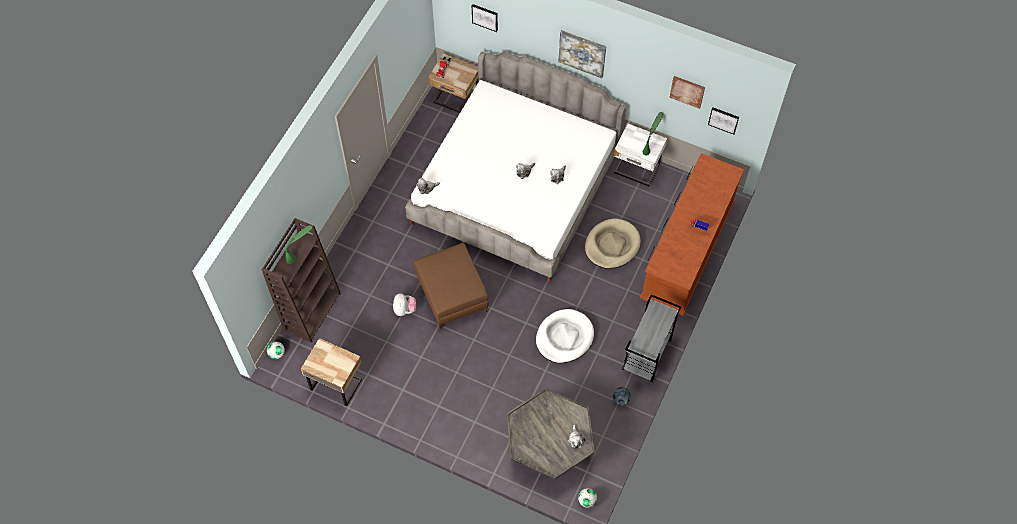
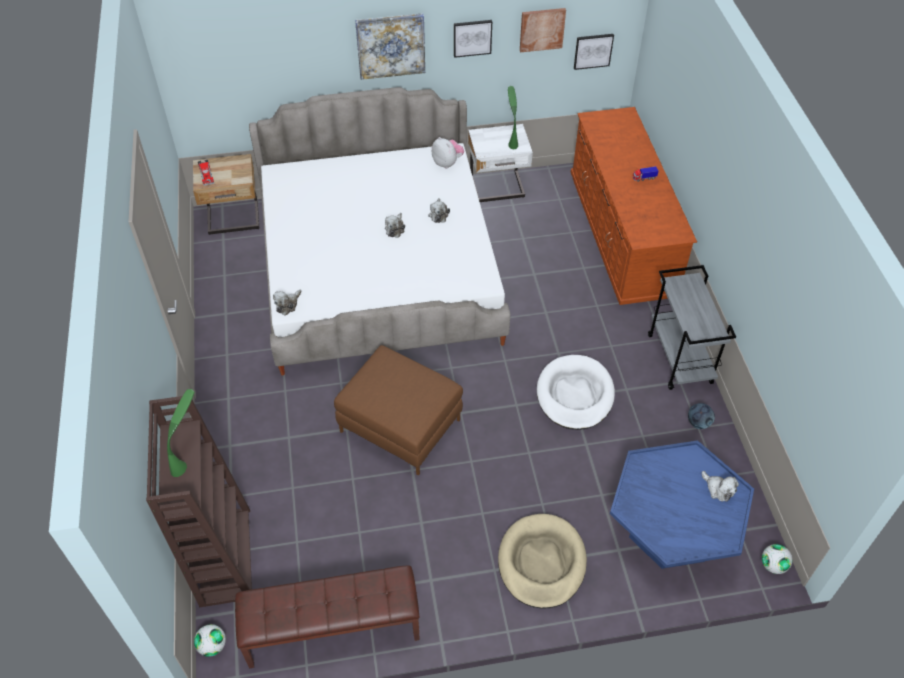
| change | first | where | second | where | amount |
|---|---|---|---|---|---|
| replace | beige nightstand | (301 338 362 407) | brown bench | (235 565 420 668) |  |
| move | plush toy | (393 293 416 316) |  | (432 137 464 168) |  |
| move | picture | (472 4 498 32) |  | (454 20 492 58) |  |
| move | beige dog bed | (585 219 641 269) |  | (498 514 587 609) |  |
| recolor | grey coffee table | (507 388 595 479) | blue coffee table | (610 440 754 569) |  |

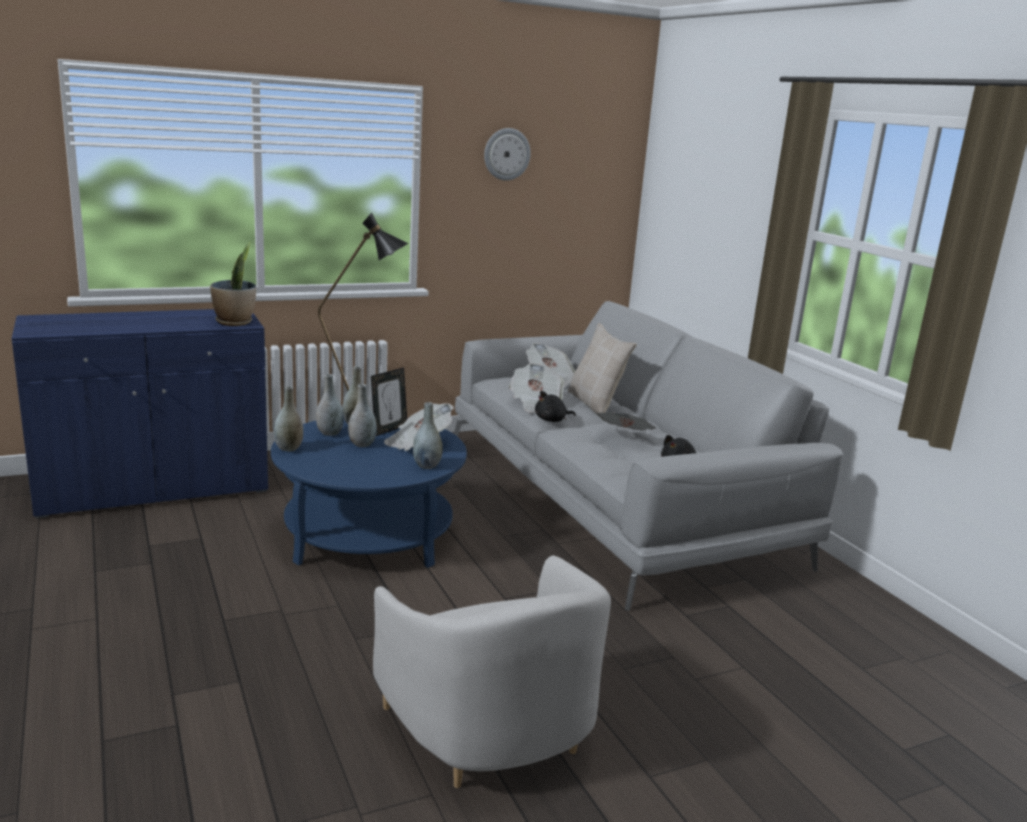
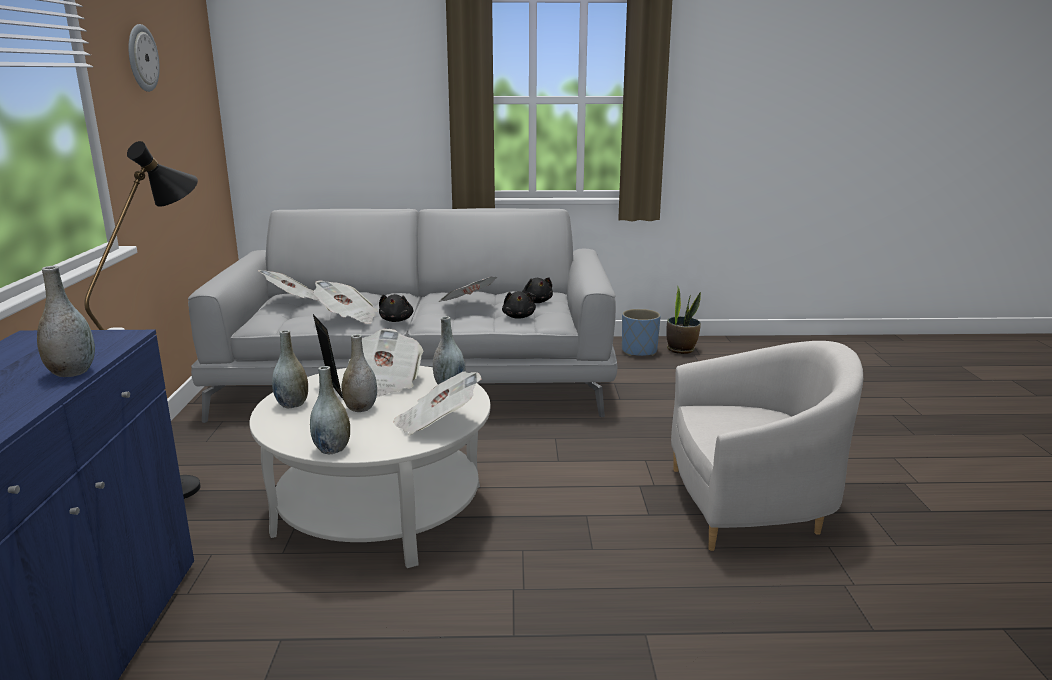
| change | first | where | second | where | amount |
|---|---|---|---|---|---|
| move | grey vase | (316 374 344 436) |  | (37 266 95 377) |  |
| recolor | blue coffee table | (271 418 467 568) | white coffee table | (250 366 491 568) |  |
| insert |  |  | newspaper | (393 372 481 435) |  |
| insert |  |  | black plush toy | (502 291 536 319) |  |
| insert |  |  | blue planter | (622 309 661 356) |  |
| move | potted plant | (210 241 256 326) |  | (666 286 701 354) |  |
| delete | beige pillow | (568 323 637 413) |  |  |  |

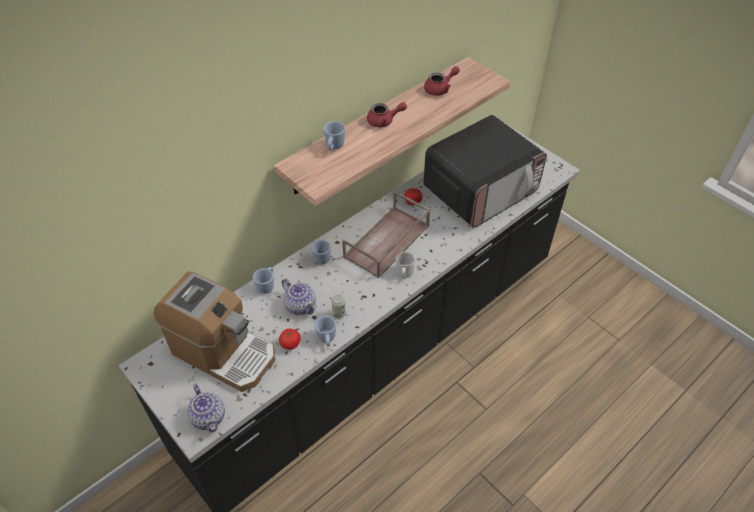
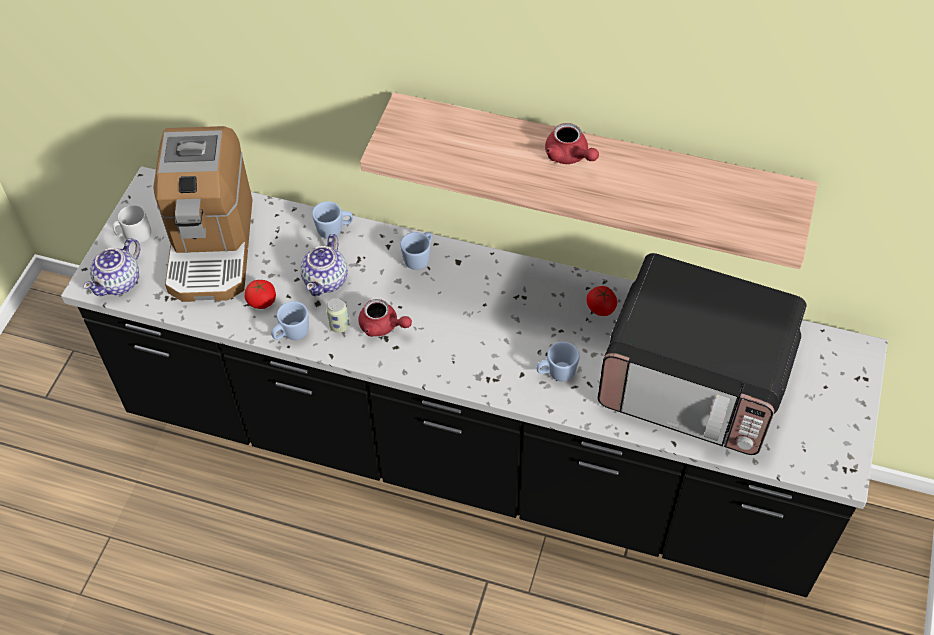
| change | first | where | second | where | amount |
|---|---|---|---|---|---|
| move | grey mug | (396 252 415 279) |  | (113 205 151 244) |  |
| move | red teapot | (424 66 460 96) |  | (358 299 412 337) |  |
| move | blue mug | (323 121 345 150) |  | (536 342 580 381) |  |
| delete | brown tray | (342 191 430 278) |  |  |  |

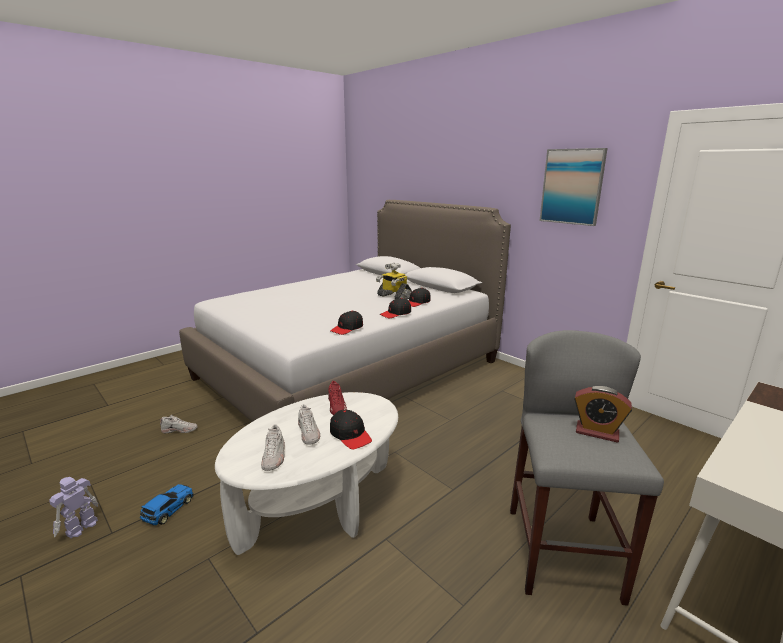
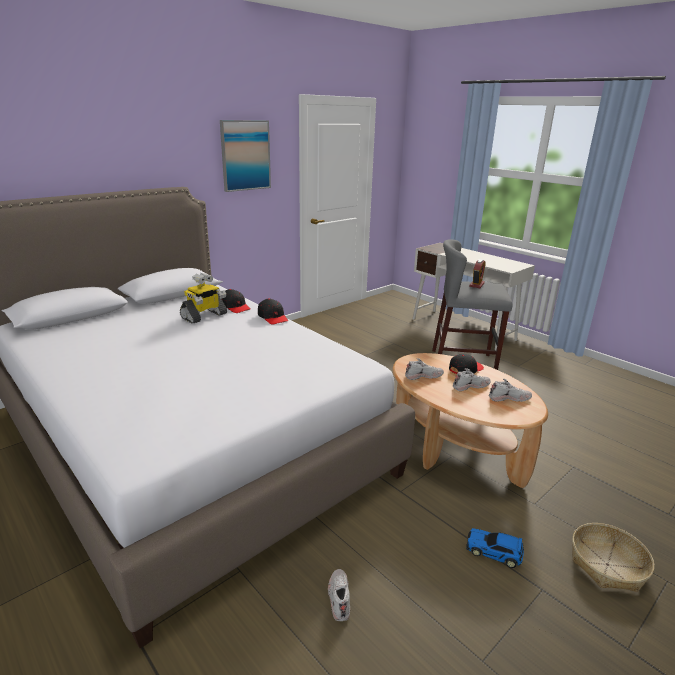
| change | first | where | second | where | amount |
|---|---|---|---|---|---|
| recolor | white coffee table | (215 392 398 555) | brown coffee table | (392 353 548 488) |  |
| recolor | red shoe | (328 381 347 415) | white shoe | (405 358 444 380) |  |
| insert |  |  | basket | (572 523 654 592) |  |
| delete | toy robot | (49 477 98 538) |  |  |  |
| delete | black cap | (330 311 363 335) |  |  |  |

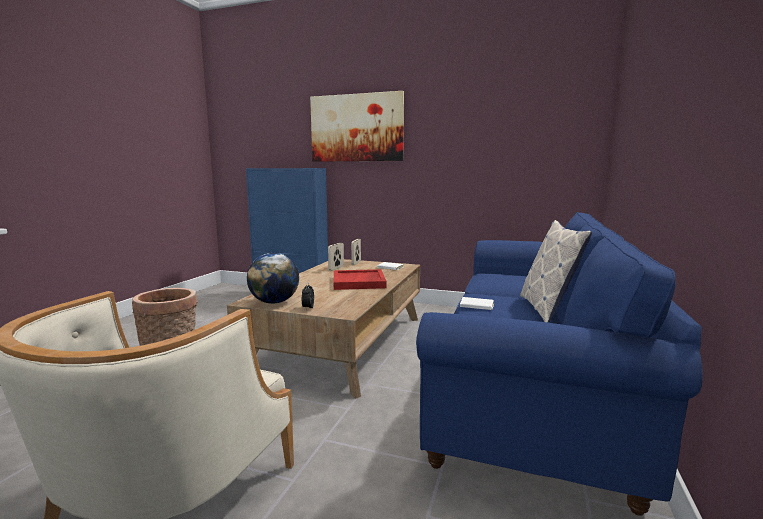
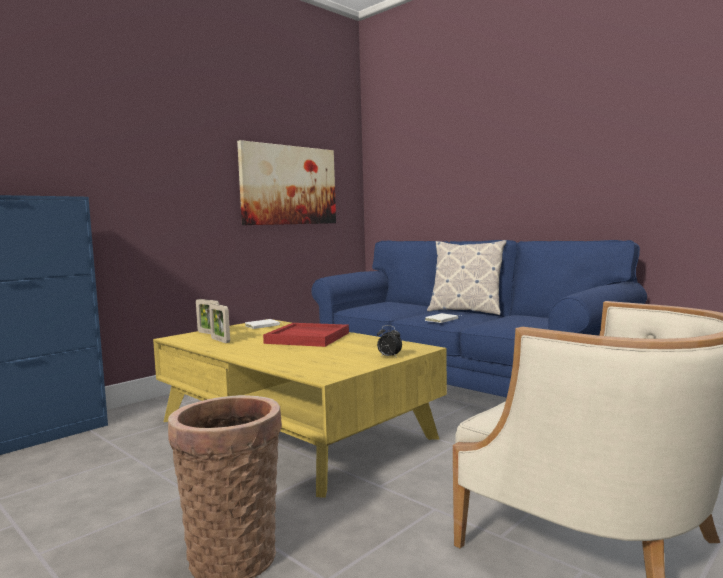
| change | first | where | second | where | amount |
|---|---|---|---|---|---|
| recolor | brown coffee table | (227 259 420 399) | yellow coffee table | (153 319 447 498) |  |
| move | picture | (310 91 404 162) |  | (237 140 336 225) |  |
| delete | globe | (247 253 299 304) |  |  |  |

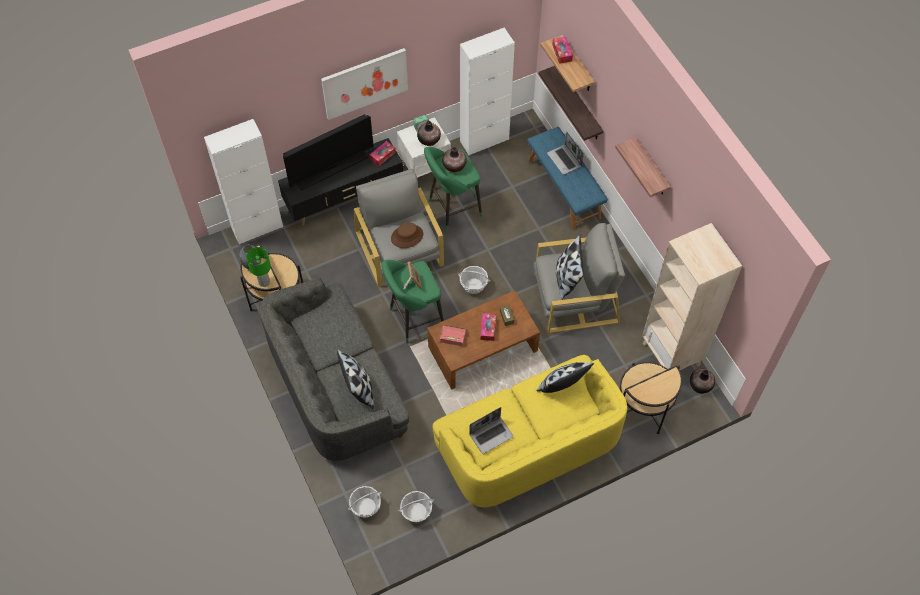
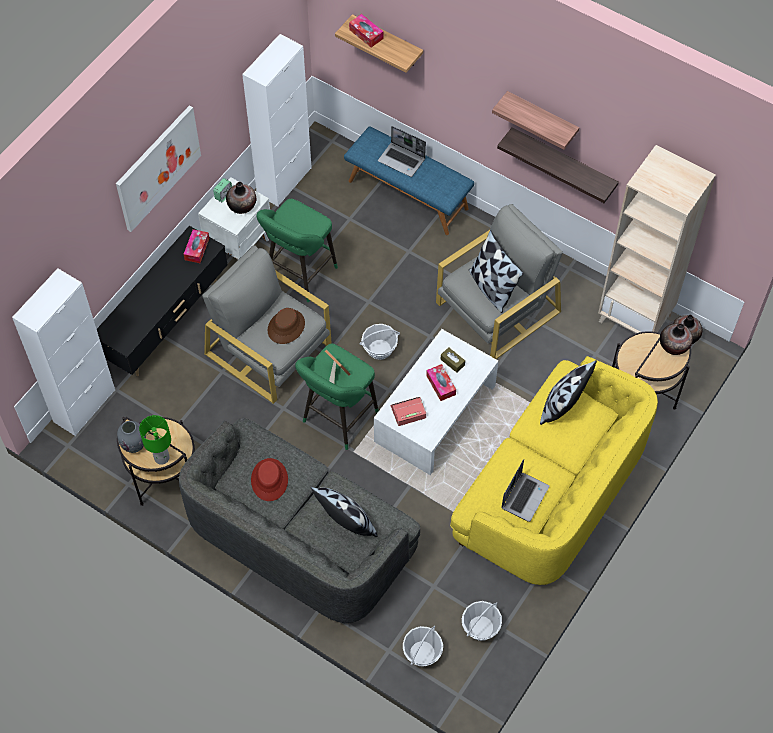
| change | first | where | second | where | amount |
|---|---|---|---|---|---|
| insert |  |  | red hat | (251 458 288 501) |  |
| recolor | brown coffee table | (427 290 540 390) | white coffee table | (374 329 498 475) |  |
| move | shelf | (539 66 603 141) |  | (497 127 619 203) |  |
| move | vase | (442 147 467 172) |  | (660 323 693 355) |  |
| delete | television | (283 114 374 190) |  |  |  |

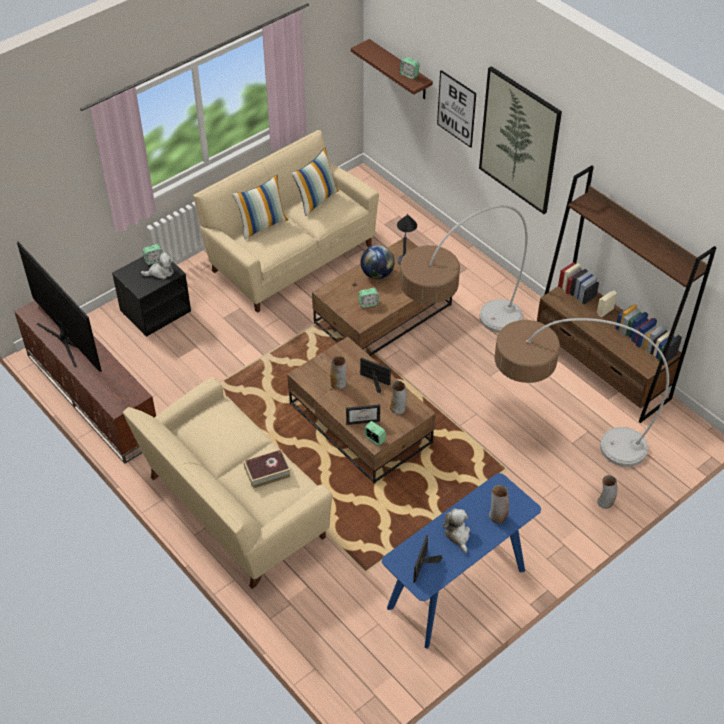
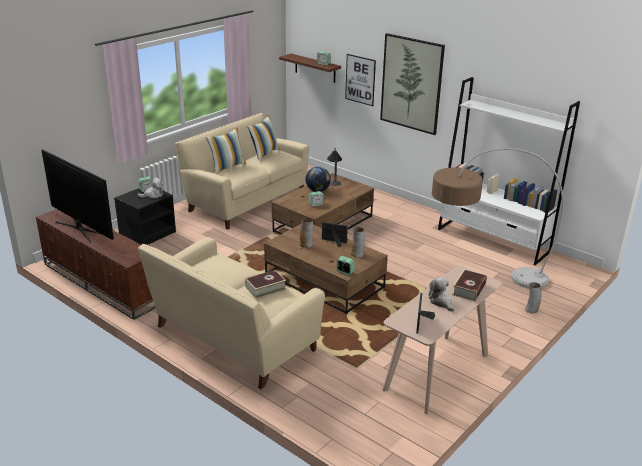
| change | first | where | second | where | amount |
|---|---|---|---|---|---|
| recolor | blue console table | (382 473 541 649) | beige console table | (383 266 502 414) |  |
| recolor | brown bookcase | (537 165 716 423) | white bookcase | (438 77 580 266) |  |
| replace | vase | (489 485 509 523) | book | (452 269 487 301) |  |
| delete | picture frame | (346 404 380 425) |  |  |  |
| delete | floor lamp | (400 205 528 333) |  |  |  |

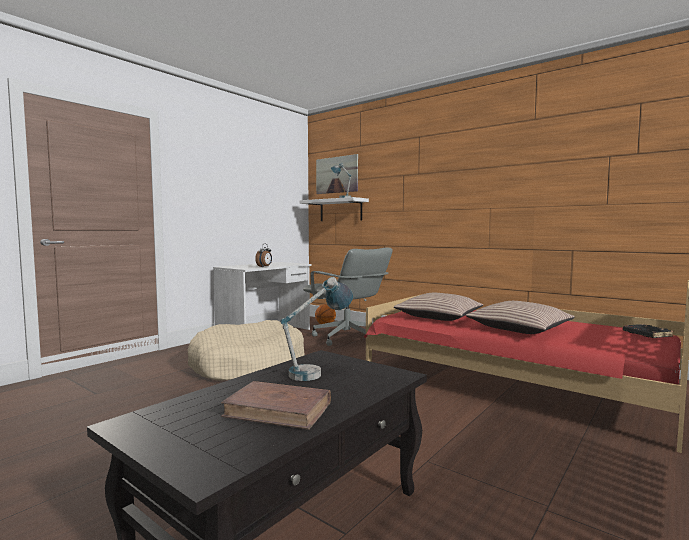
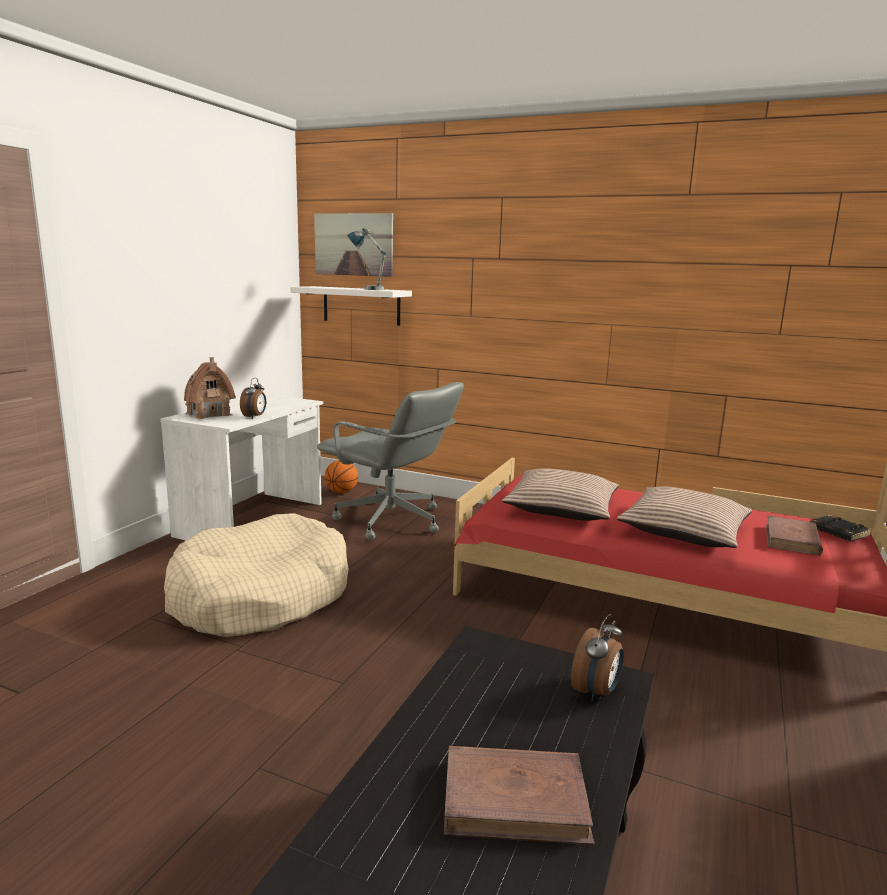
| change | first | where | second | where | amount |
|---|---|---|---|---|---|
| insert |  |  | toy house | (184 357 236 420) |  |
| insert |  |  | alarm clock | (571 614 624 701) |  |
| insert |  |  | brown book | (766 516 823 556) |  |
| delete | table lamp | (280 277 353 381) |  |  |  |

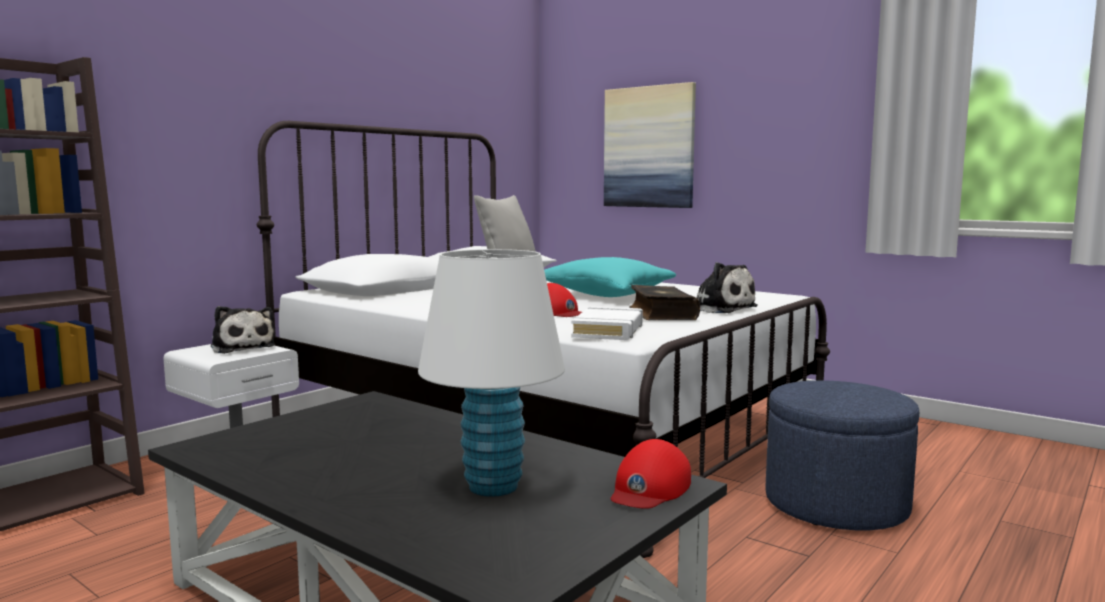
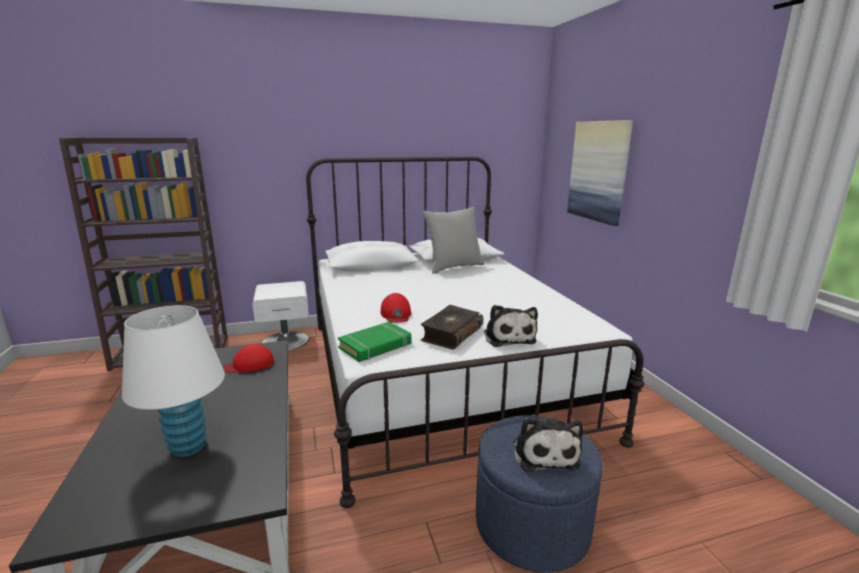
| change | first | where | second | where | amount |
|---|---|---|---|---|---|
| move | red cap | (610 439 691 509) |  | (222 344 274 373) |  |
| recolor | white book | (571 306 643 340) | green book | (338 322 411 362) |  |
| move | plush toy | (211 306 275 354) |  | (513 417 583 472) |  |
| delete | turquoise pillow | (544 257 676 297) |  |  |  |

